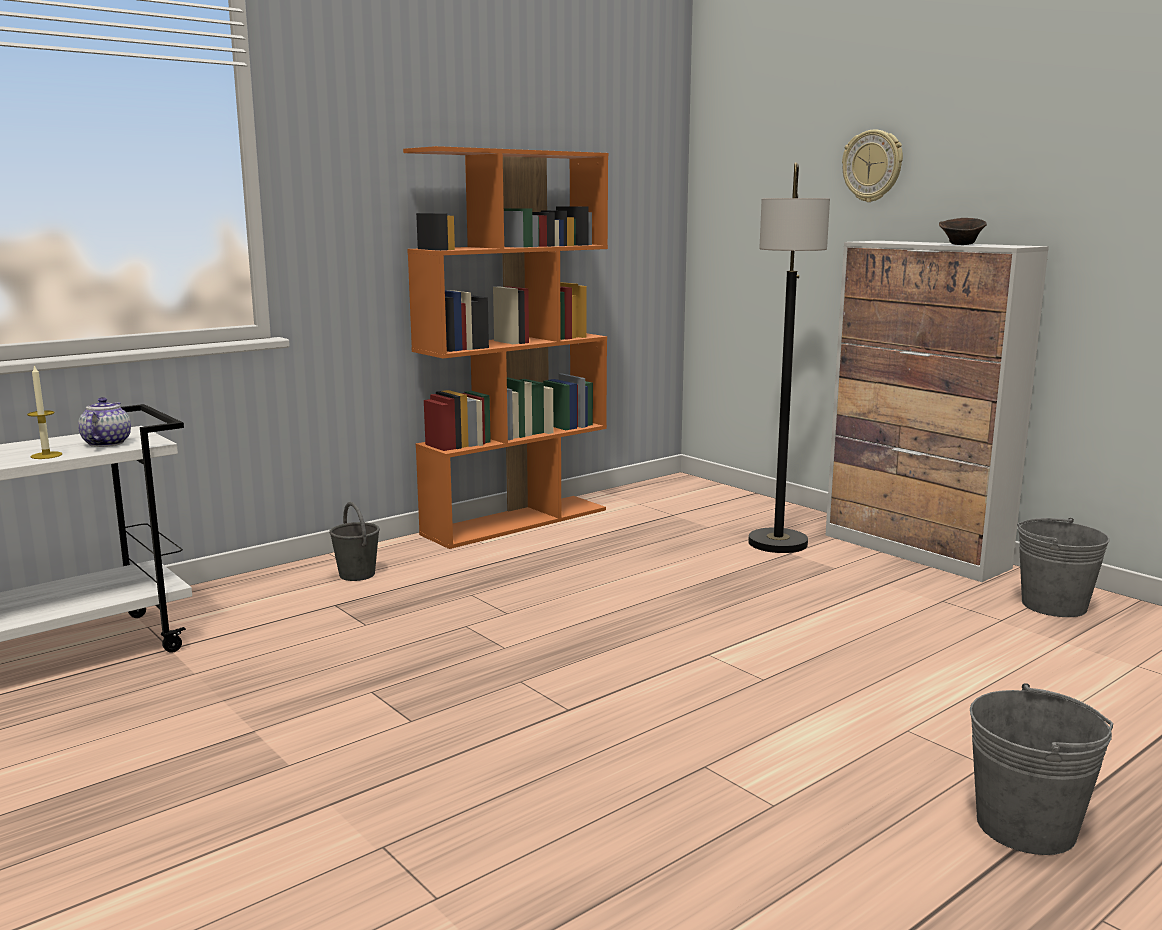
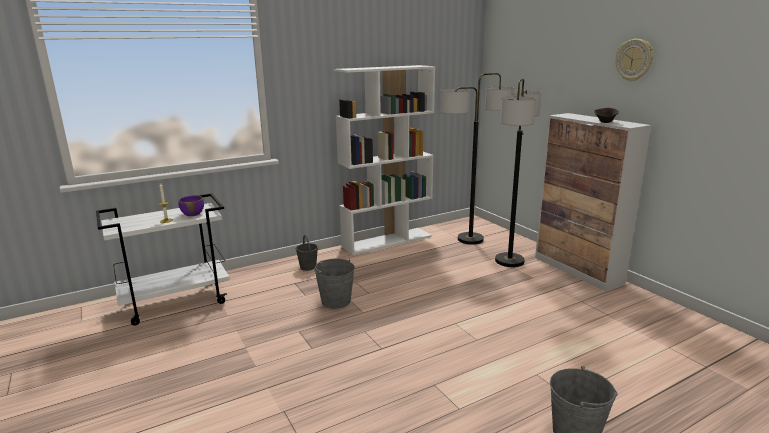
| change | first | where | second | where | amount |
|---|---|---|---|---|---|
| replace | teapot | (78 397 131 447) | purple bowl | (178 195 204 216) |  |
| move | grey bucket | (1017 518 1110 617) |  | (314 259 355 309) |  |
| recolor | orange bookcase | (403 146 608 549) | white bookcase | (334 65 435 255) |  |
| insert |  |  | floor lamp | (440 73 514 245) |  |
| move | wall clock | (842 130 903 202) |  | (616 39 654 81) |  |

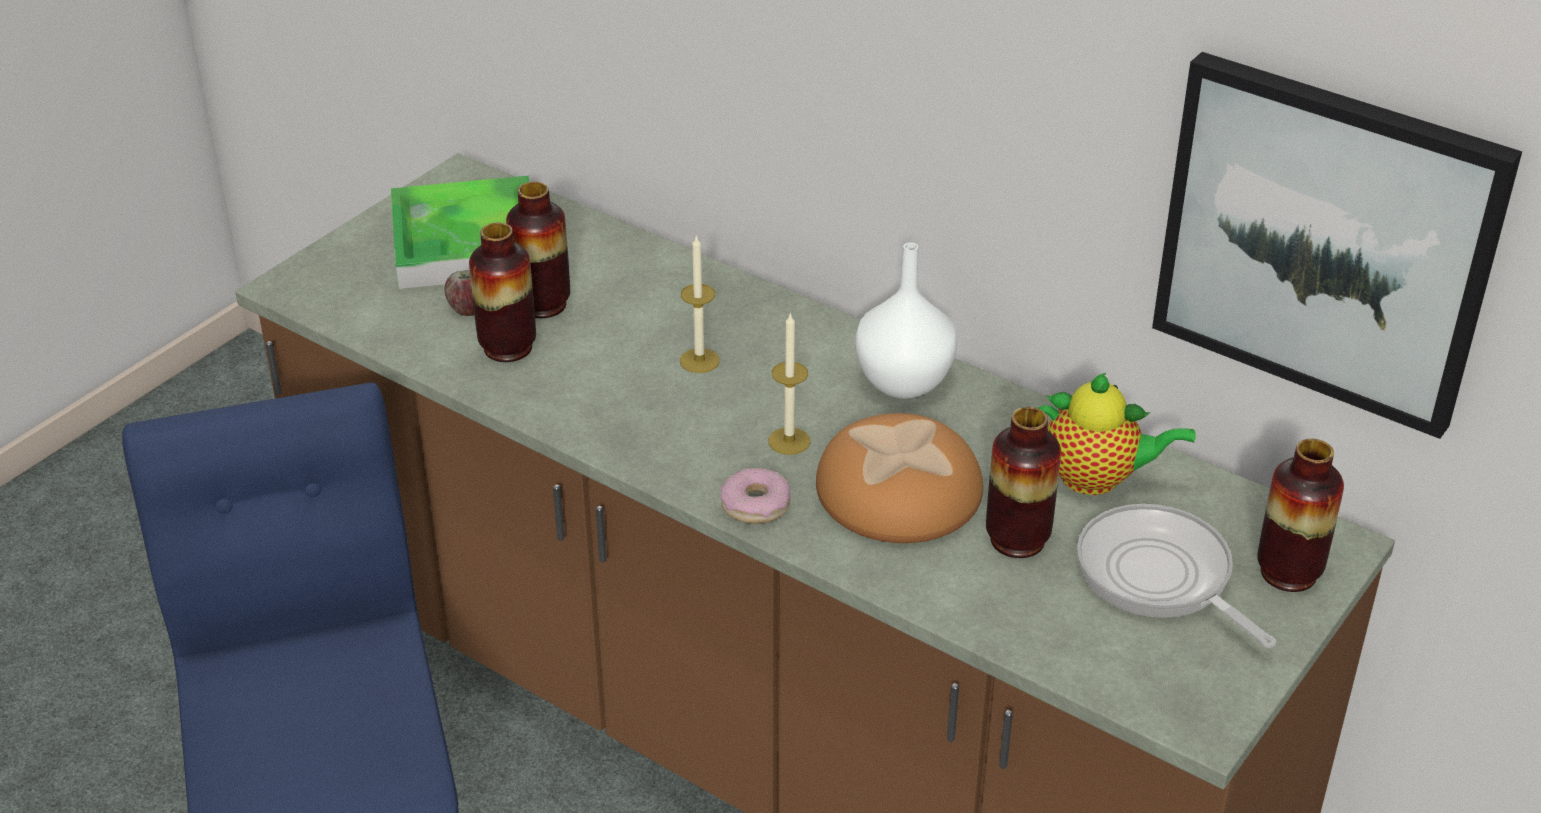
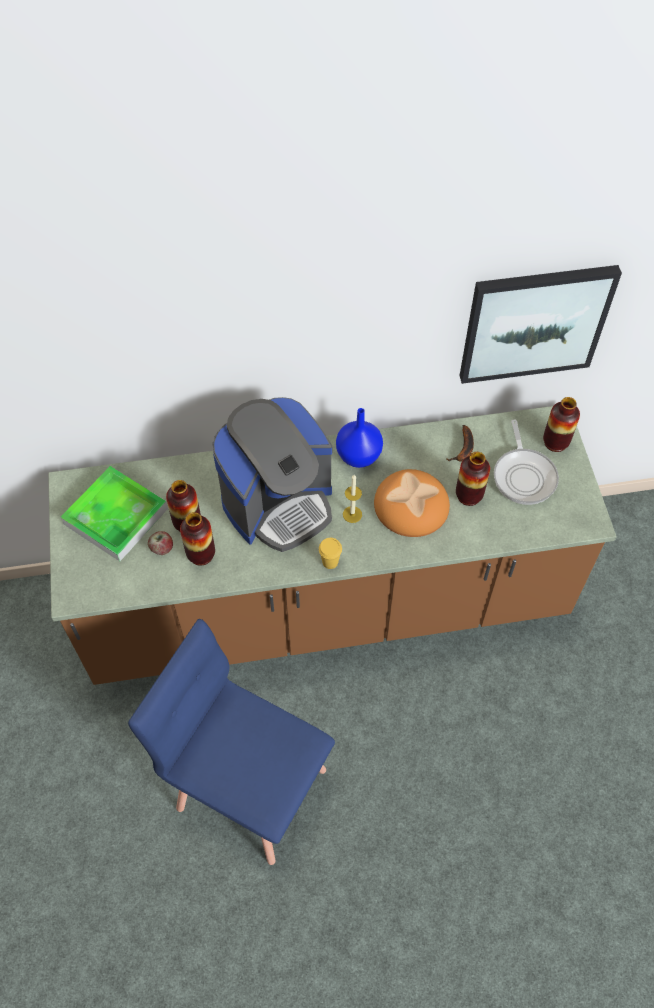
| change | first | where | second | where | amount |
|---|---|---|---|---|---|
| replace | candle | (680 234 720 373) | coffee machine | (212 397 332 552) |  |
| insert |  |  | yellow cup | (319 538 342 569) |  |
| recolor | white vase | (855 242 957 399) | blue vase | (336 408 383 468) |  |
| replace | teapot | (1038 373 1196 495) | banana | (447 425 474 462) |  |
| rotate | frying pan | (1077 504 1277 648) |  | (494 420 559 505) | 105 degrees counterclockwise |
| delete | donut | (721 468 791 524) |  |  |  |

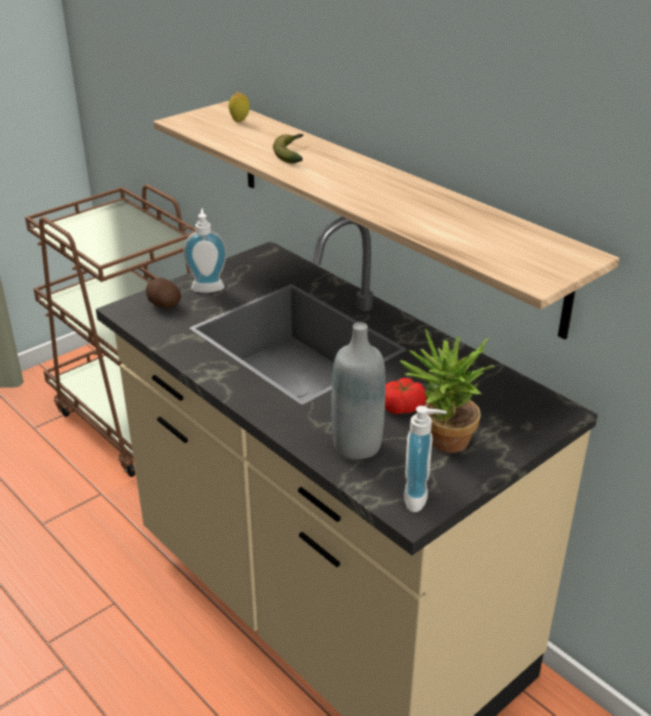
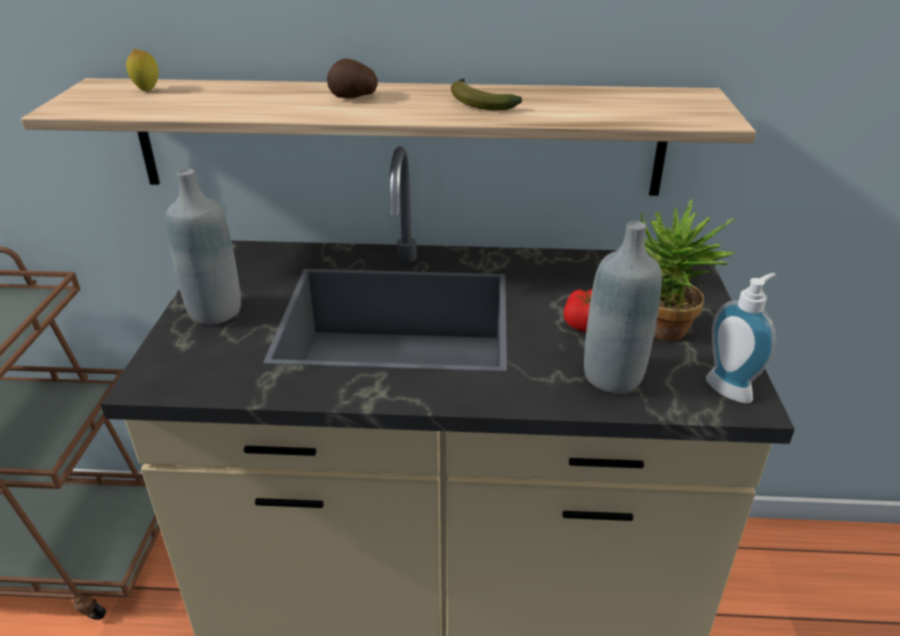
| change | first | where | second | where | amount |
|---|---|---|---|---|---|
| replace | soap dispenser | (183 209 227 293) | grey bottle | (166 169 241 325) |  |
| move | potato | (146 278 181 308) |  | (327 59 378 98) |  |
| move | banana | (273 134 303 163) |  | (451 78 522 111) |  |

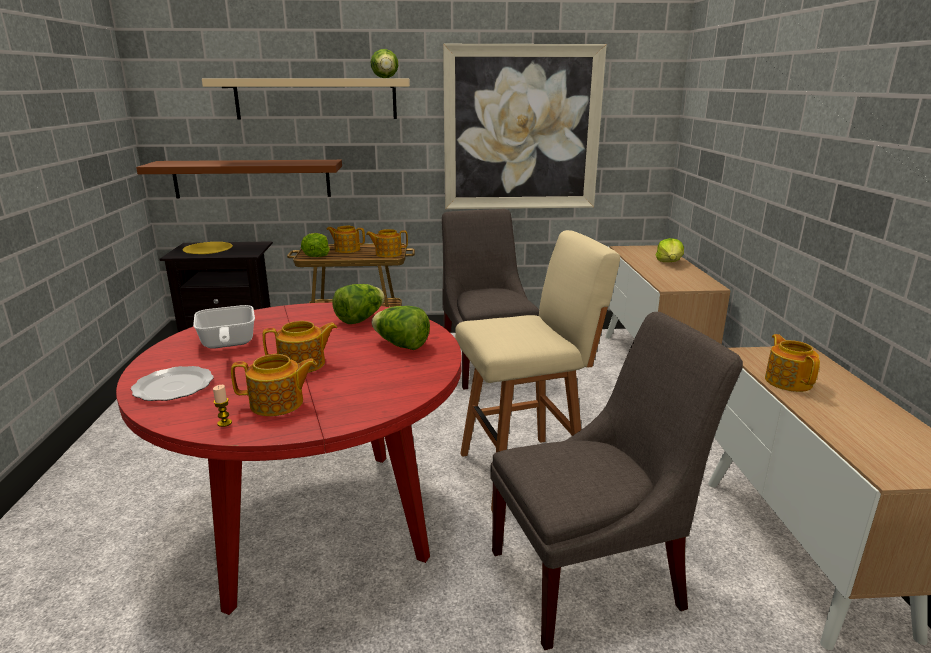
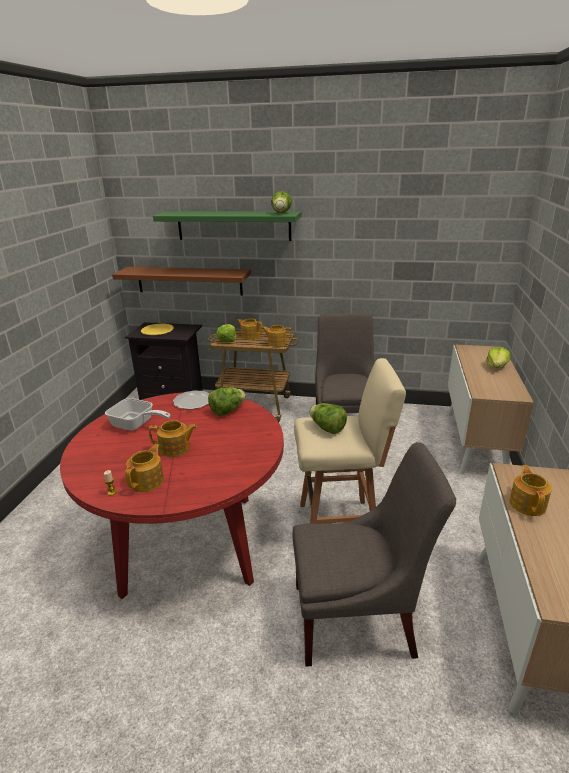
| change | first | where | second | where | amount |
|---|---|---|---|---|---|
| rotate | frying pan | (193 305 255 349) |  | (105 398 170 431) | 60 degrees counterclockwise |
| rotate | teapot | (231 354 317 416) |  | (125 444 164 492) | 75 degrees counterclockwise |
| recolor | beige shelf | (202 79 410 120) | green shelf | (153 211 302 241) |  |
| move | plate | (131 366 214 401) |  | (173 390 210 409) |  |
| move | lettuce | (372 306 430 350) |  | (309 403 347 434) |  |
| delete | picture | (443 44 607 209) |  |  |  |

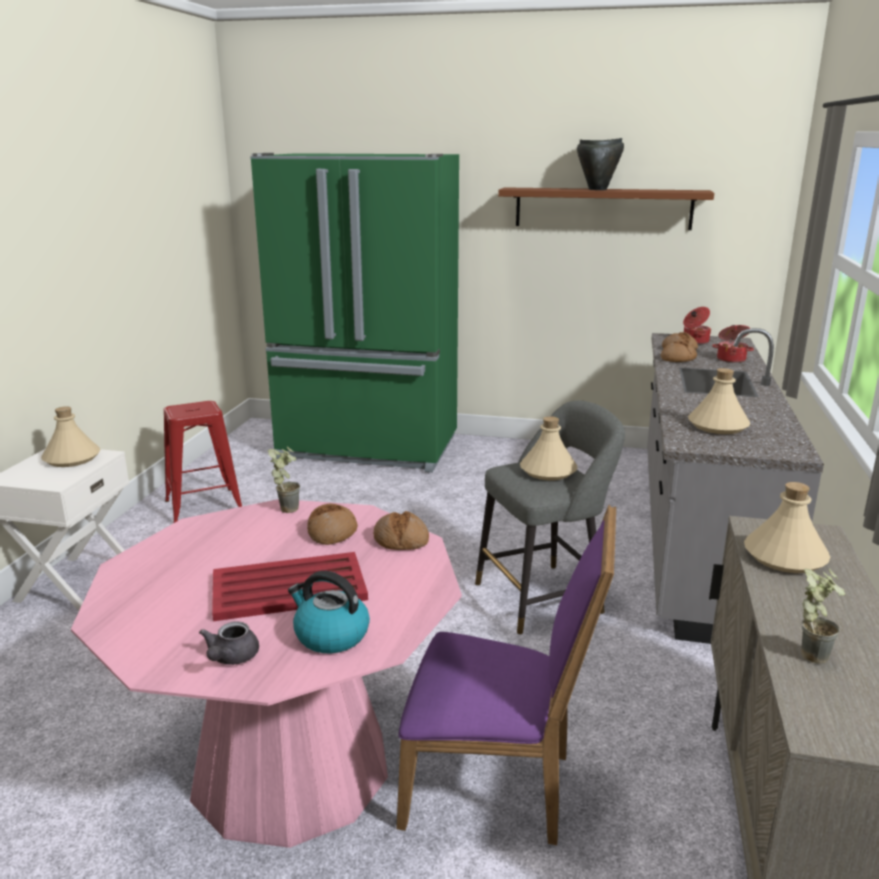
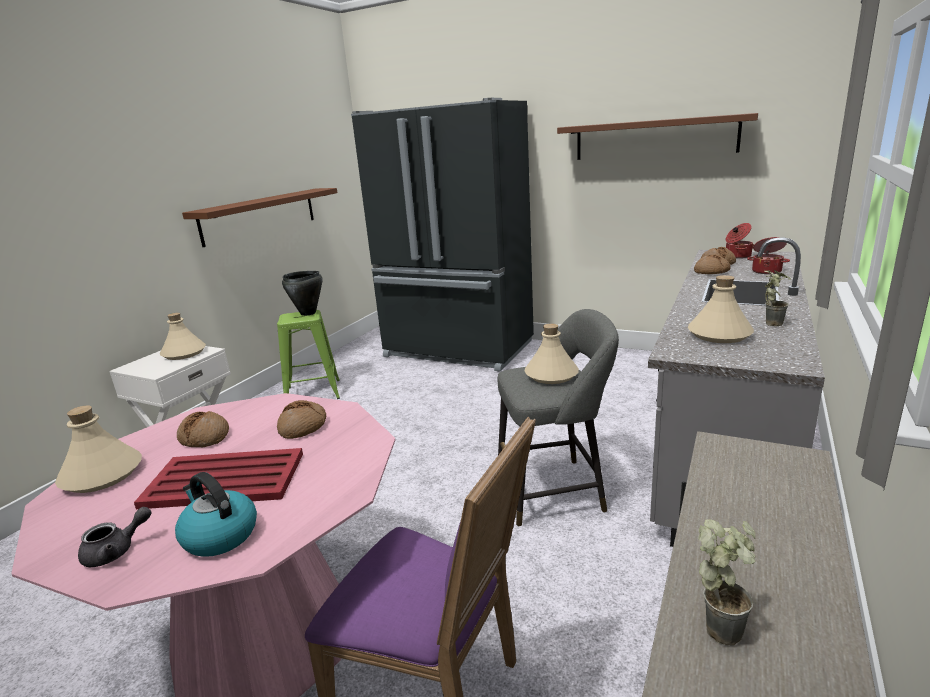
| change | first | where | second | where | amount |
|---|---|---|---|---|---|
| move | beige bottle | (744 482 830 573) |  | (55 406 142 493) |  |
| rotate | grey teapot | (199 622 259 665) |  | (78 507 151 567) | 150 degrees counterclockwise |
| move | bread | (373 511 429 550) |  | (177 411 229 447) |  |
| insert |  |  | brown shelf | (182 188 337 247) |  |
| recolor | red stool | (164 401 242 523) | green stool | (277 310 340 399) |  |
| move | black cooking pot | (577 138 624 190) |  | (282 271 322 316) |  |
| recolor | green fridge | (250 153 459 473) | black fridge | (351 98 534 372) |  |
| move | potted plant | (268 447 300 513) |  | (764 270 791 326) |  |

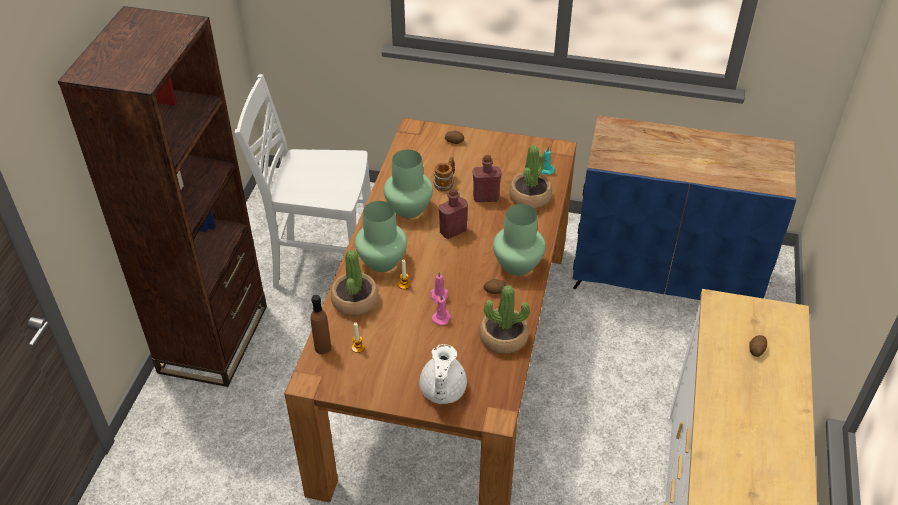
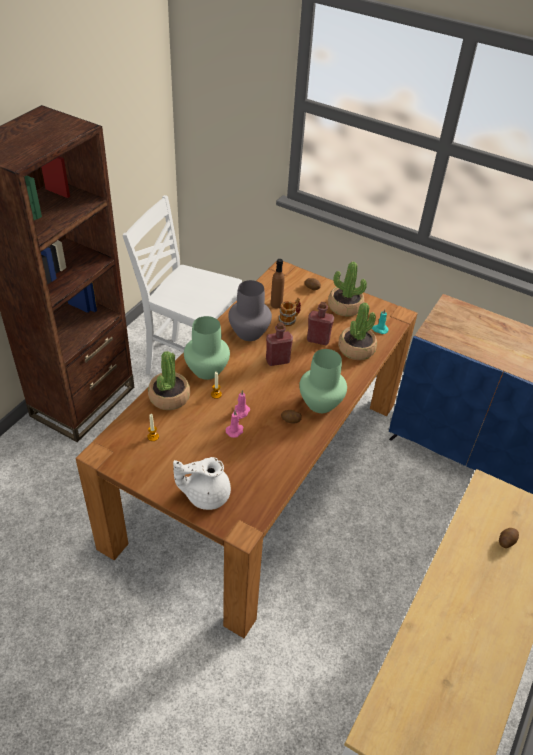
| change | first | where | second | where | amount |
|---|---|---|---|---|---|
| rotate | white teapot | (419 344 467 404) |  | (173 457 231 510) | 60 degrees clockwise |
| recolor | green vase | (384 150 433 218) | grey vase | (228 280 272 341) |  |
| move | brown bottle | (310 295 331 354) |  | (271 259 285 309) |  |
| move | potted plant | (480 285 530 354) |  | (328 262 367 316) |  |

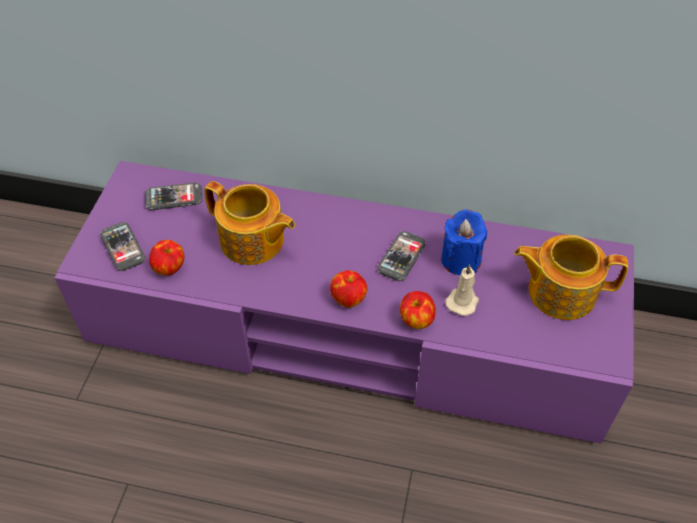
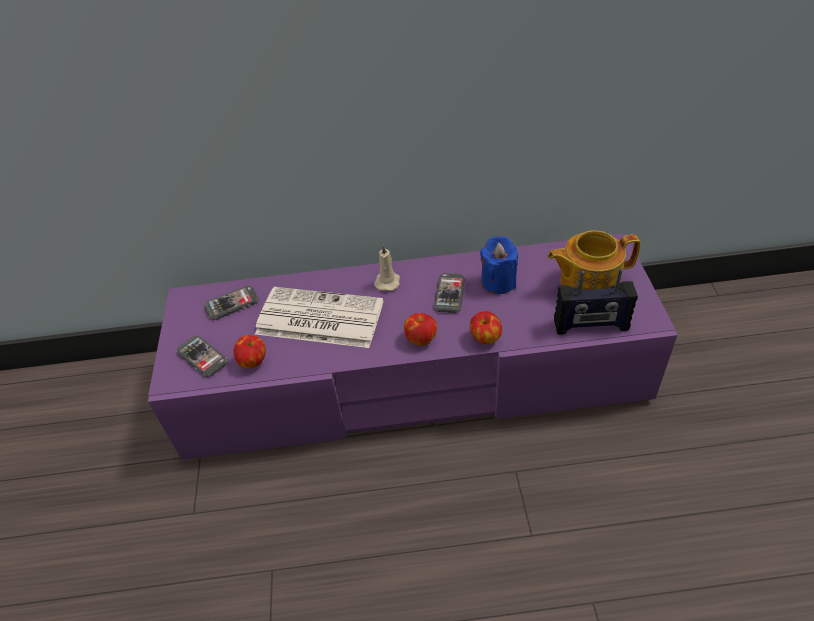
| change | first | where | second | where | amount |
|---|---|---|---|---|---|
| replace | teapot | (204 181 295 265) | newspaper | (255 287 384 348) |  |
| move | beige candle | (445 264 479 316) |  | (374 244 400 291) |  |
| insert |  |  | radio | (554 269 638 335) |  |

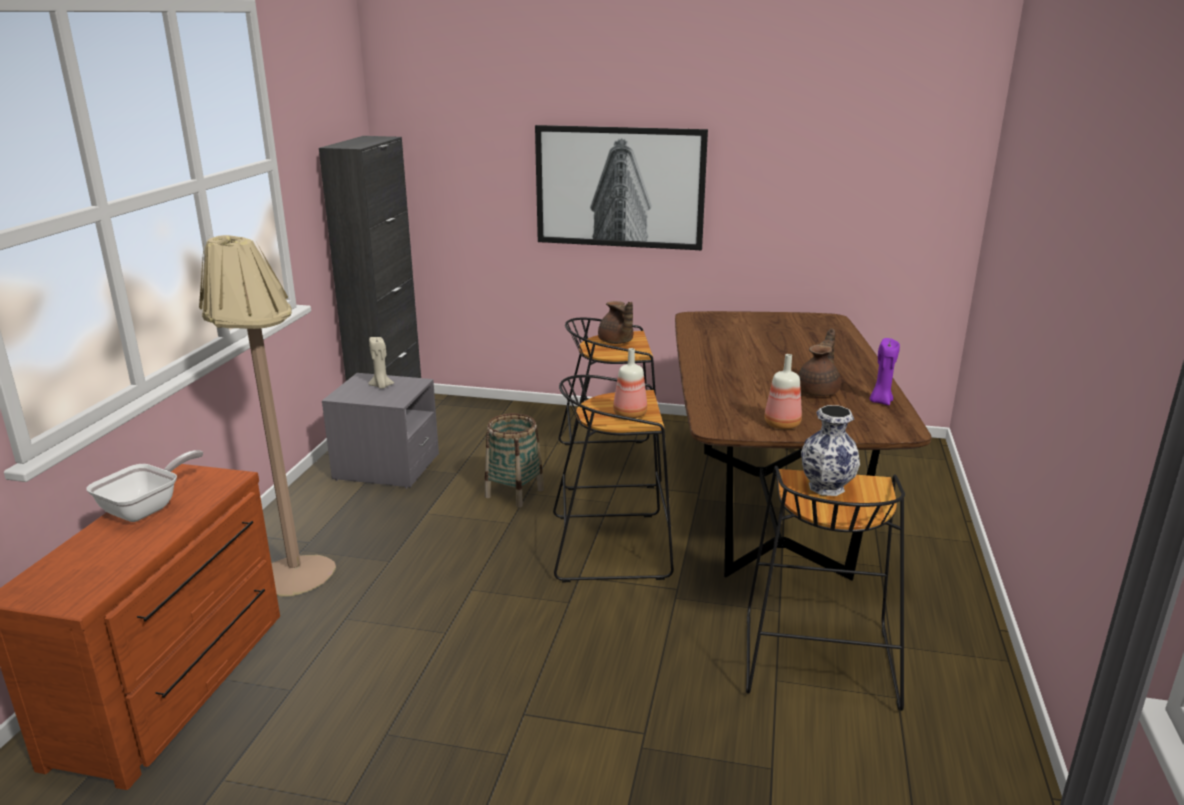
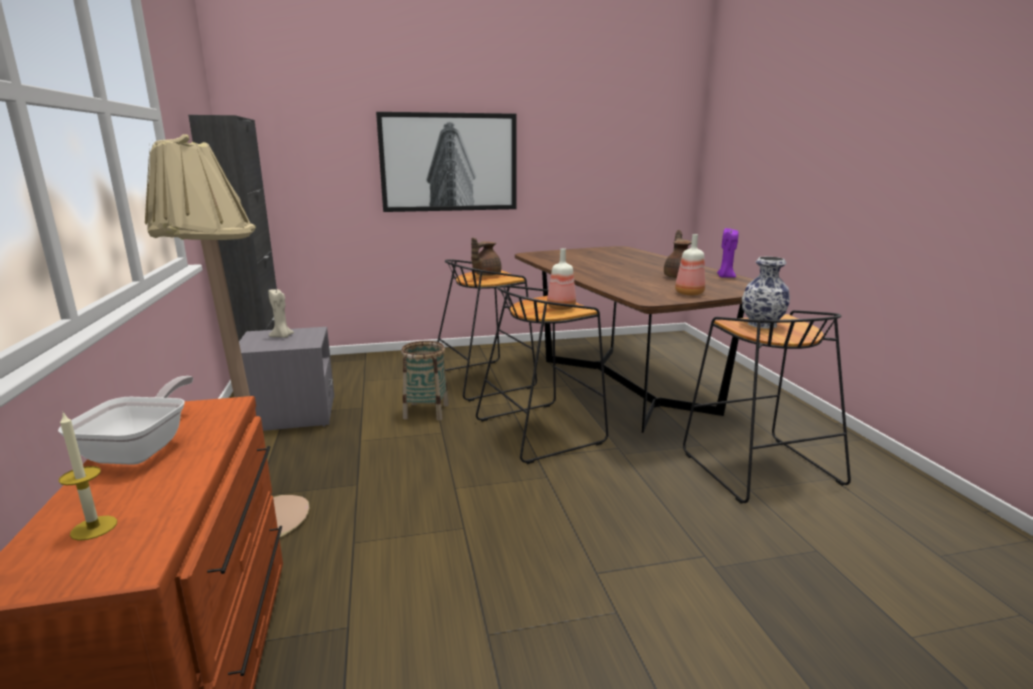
| change | first | where | second | where | amount |
|---|---|---|---|---|---|
| insert |  |  | candle | (59 412 117 541) |  |
| rotate | brown teapot | (598 301 633 344) |  | (471 238 501 276) | 90 degrees clockwise |

